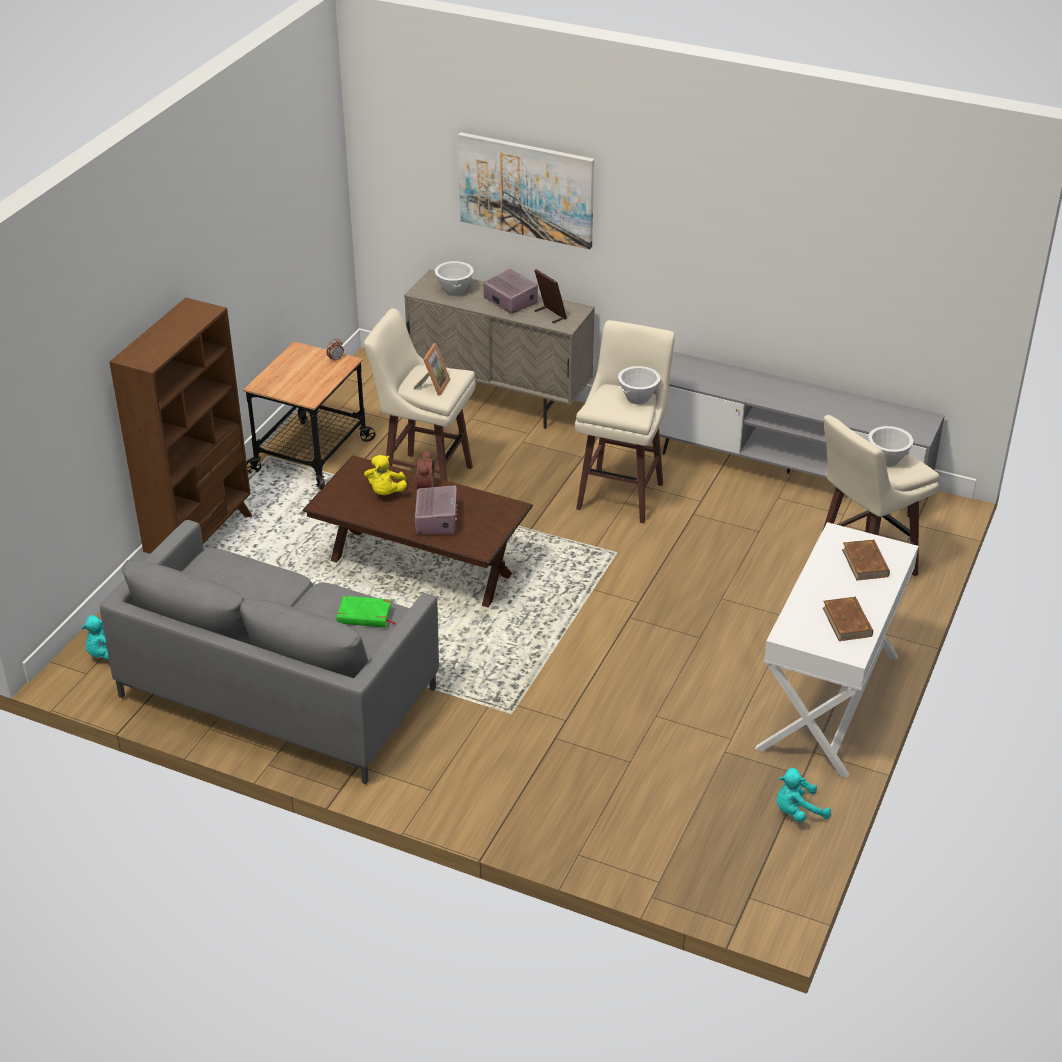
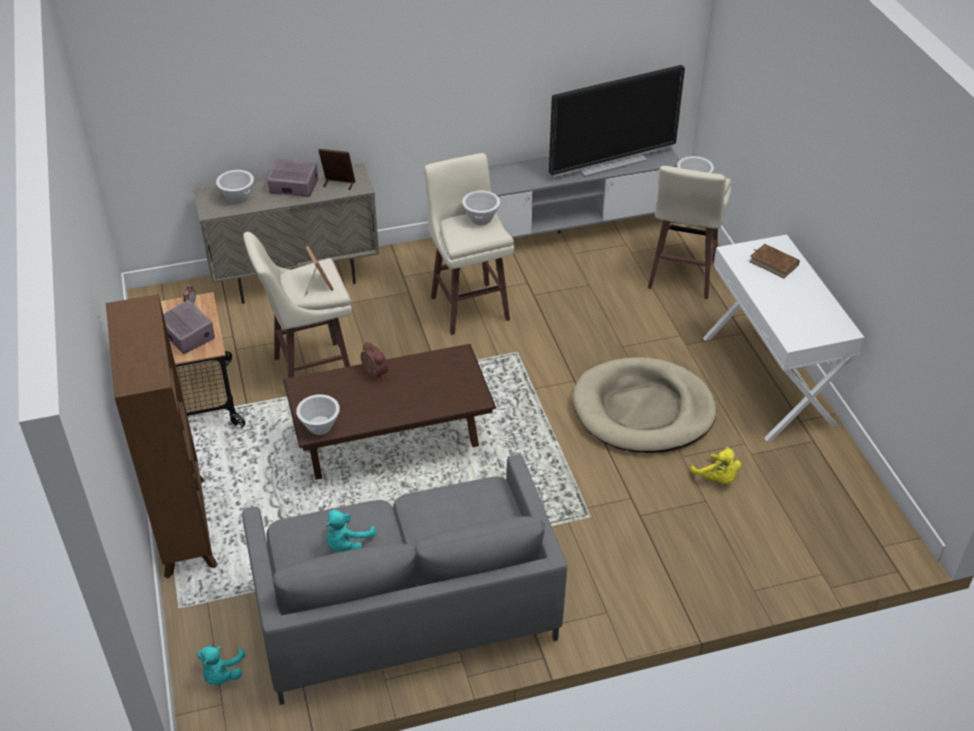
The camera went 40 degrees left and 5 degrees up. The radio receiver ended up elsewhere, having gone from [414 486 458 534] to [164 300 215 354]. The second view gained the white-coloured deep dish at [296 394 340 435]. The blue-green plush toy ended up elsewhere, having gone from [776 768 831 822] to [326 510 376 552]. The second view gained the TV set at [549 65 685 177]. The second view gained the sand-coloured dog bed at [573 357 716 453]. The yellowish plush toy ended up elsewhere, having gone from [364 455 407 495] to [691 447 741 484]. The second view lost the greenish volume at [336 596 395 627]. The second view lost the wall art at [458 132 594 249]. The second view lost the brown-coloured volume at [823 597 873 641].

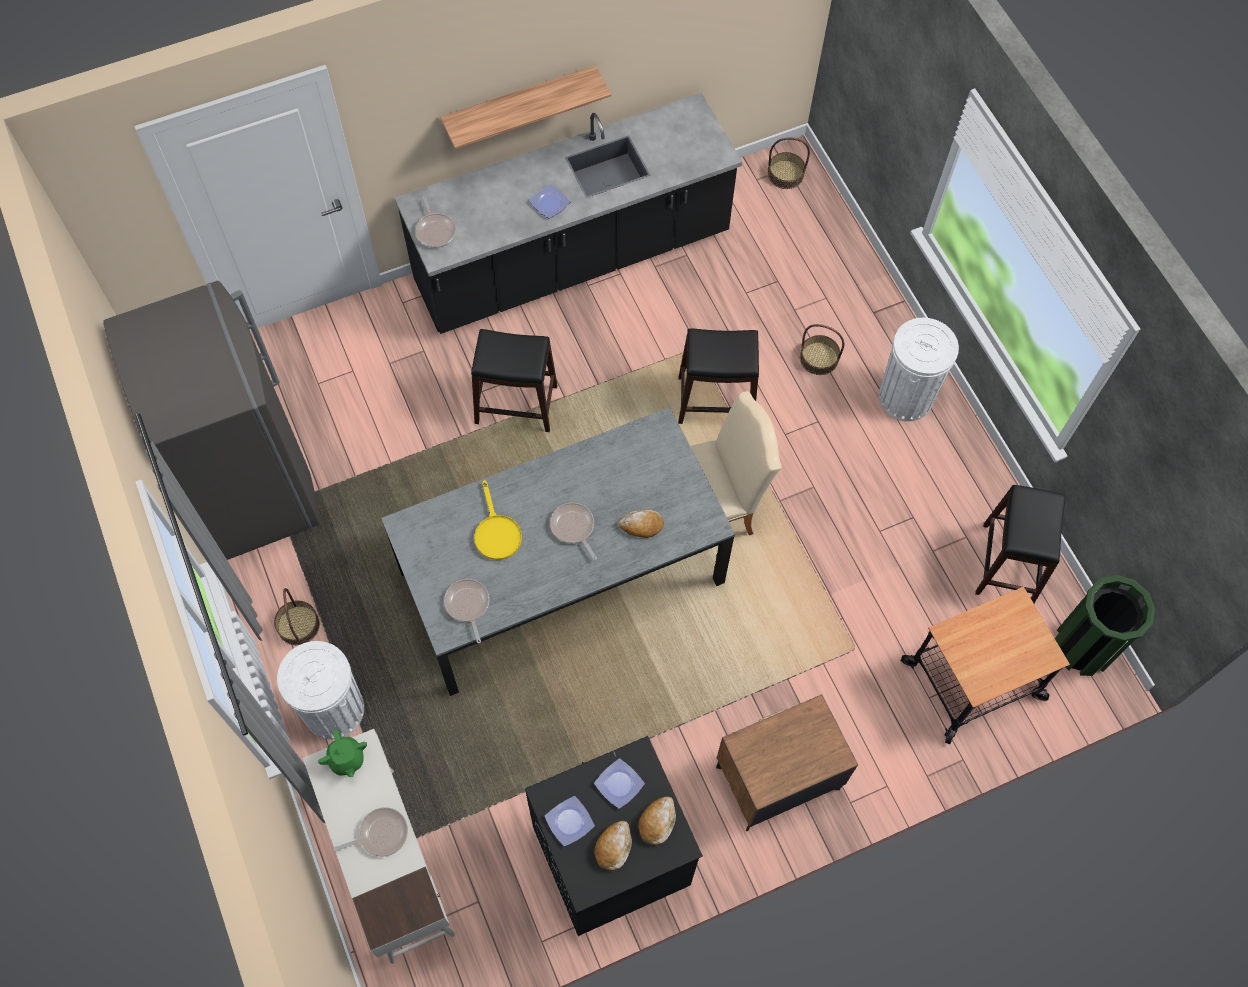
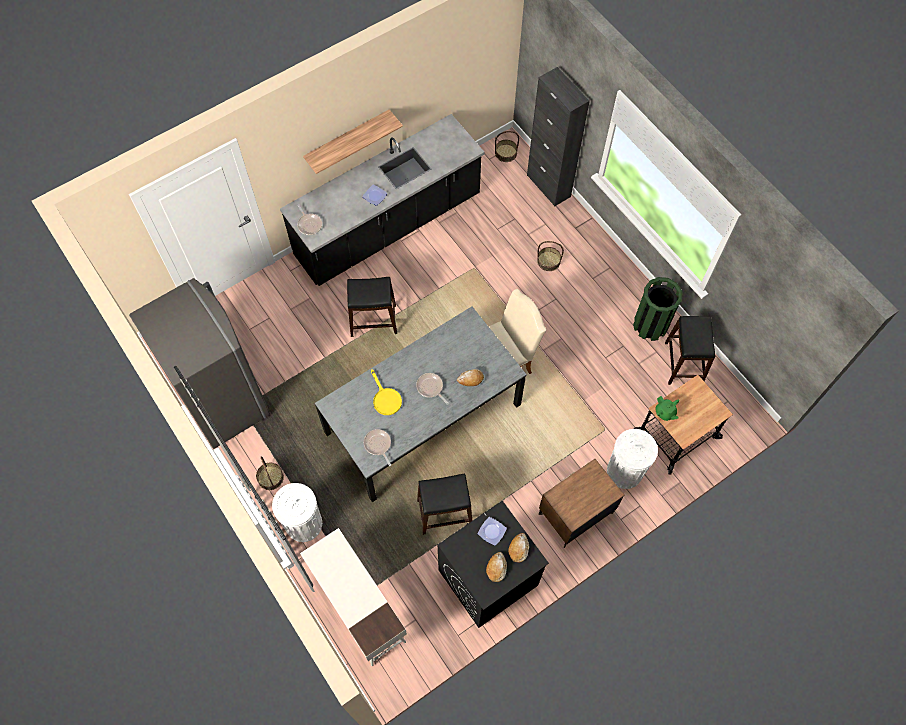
The camera went 10 degrees left and 0 degrees up. The blackish stool seat ended up elsewhere, having gone from [678 329 759 424] to [417 473 472 535]. The second view gained the blackish cabinet at [527 67 590 207]. The white-coloured waste bin ended up elsewhere, having gone from [879 318 959 421] to [607 429 658 489]. The greenish waste bin ended up elsewhere, having gone from [1055 575 1155 676] to [633 277 682 341]. The greenish tea pot ended up elsewhere, having gone from [318 730 367 777] to [655 396 679 421]. The second view lost the pan at [333 807 408 857]. The second view lost the dinner plate at [545 796 595 846].

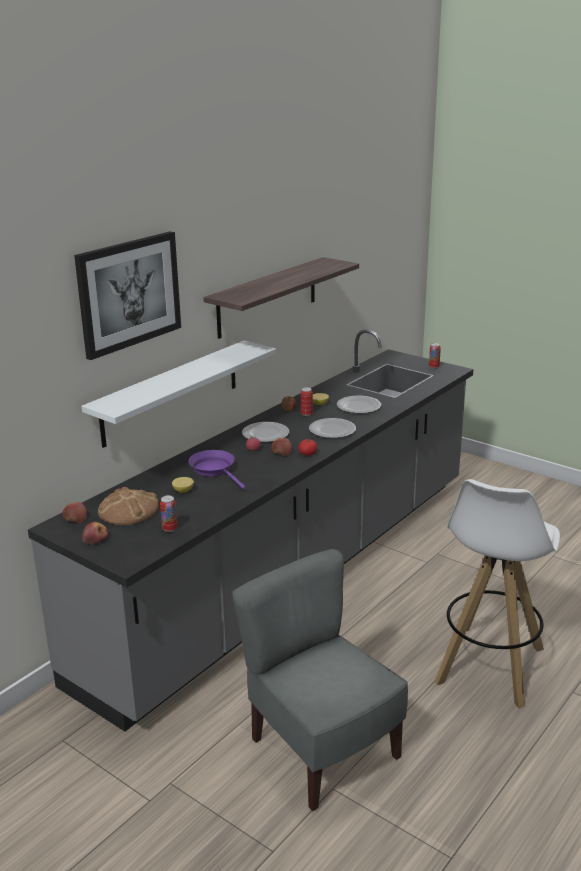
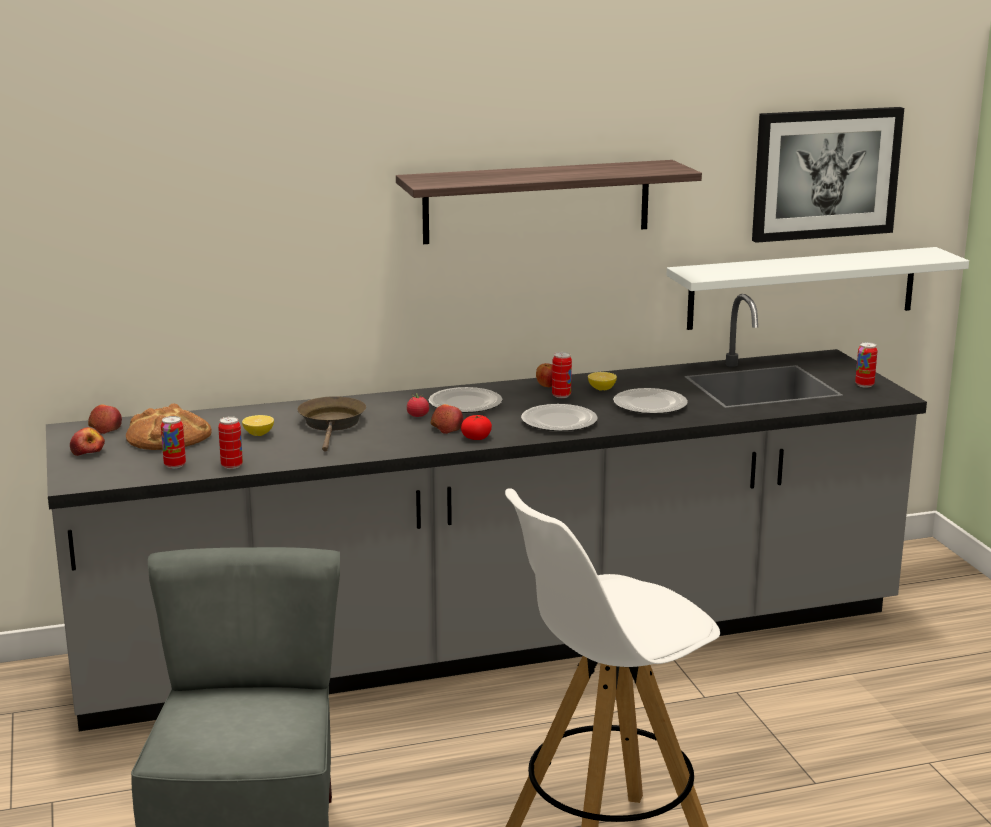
The camera went 35 degrees right and 5 degrees down. The second view gained the sealed can at [218 416 243 469]. What was the purple pan at [189 450 246 489] turned into the brown-coloured pan at [297 396 366 452]. The white-coloured shelf ended up elsewhere, having gone from [81 340 276 448] to [666 247 969 330]. The wall art ended up elsewhere, having gone from [74 231 181 360] to [752 107 904 243].

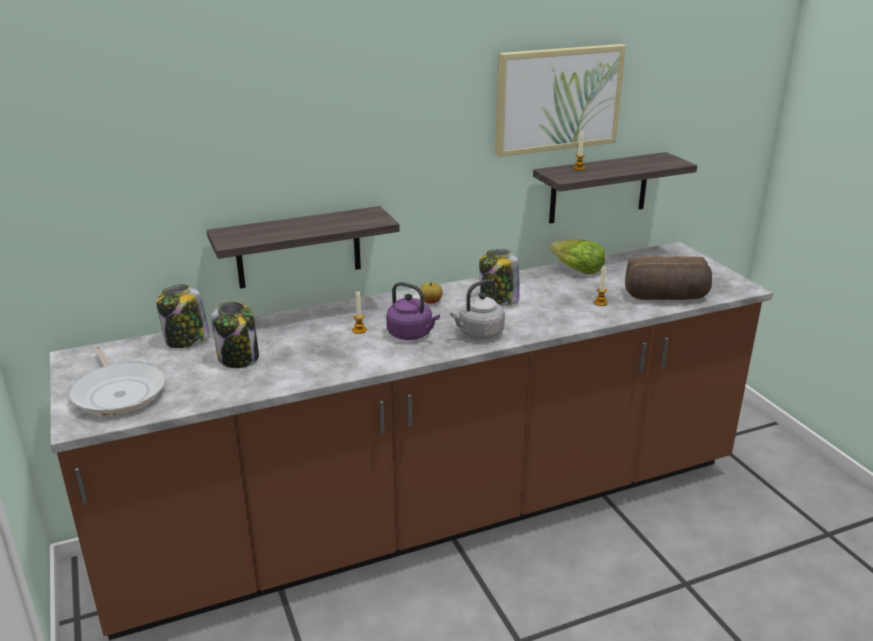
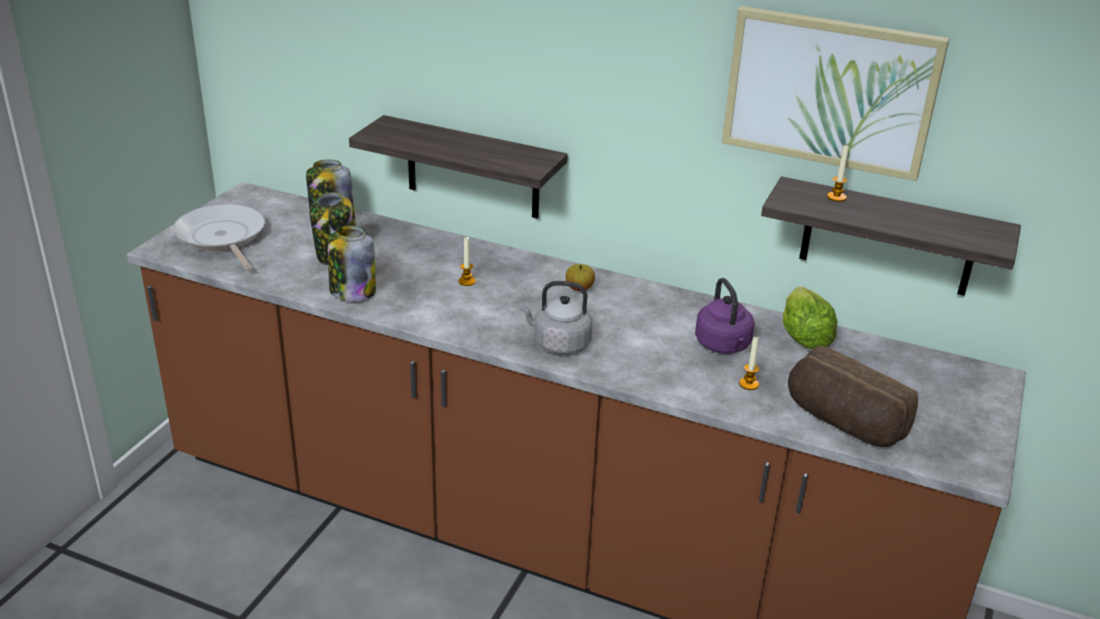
The camera went 45 degrees right and 5 degrees up. The pan at [69 346 166 415] ended up facing another way, 135 degrees clockwise from before. The preserve jar ended up elsewhere, having gone from [479 249 520 306] to [327 225 376 301]. The purple tea kettle ended up elsewhere, having gone from [386 282 440 340] to [695 278 755 354].

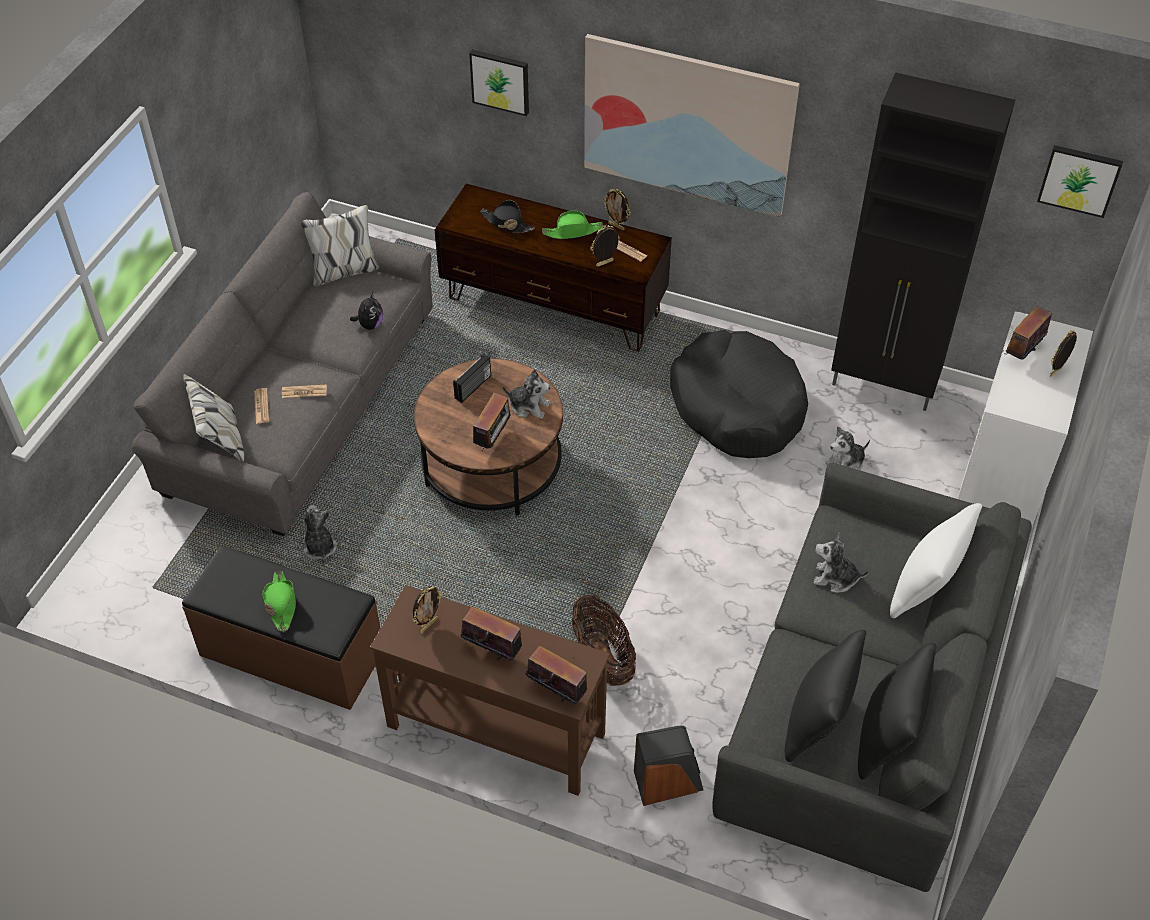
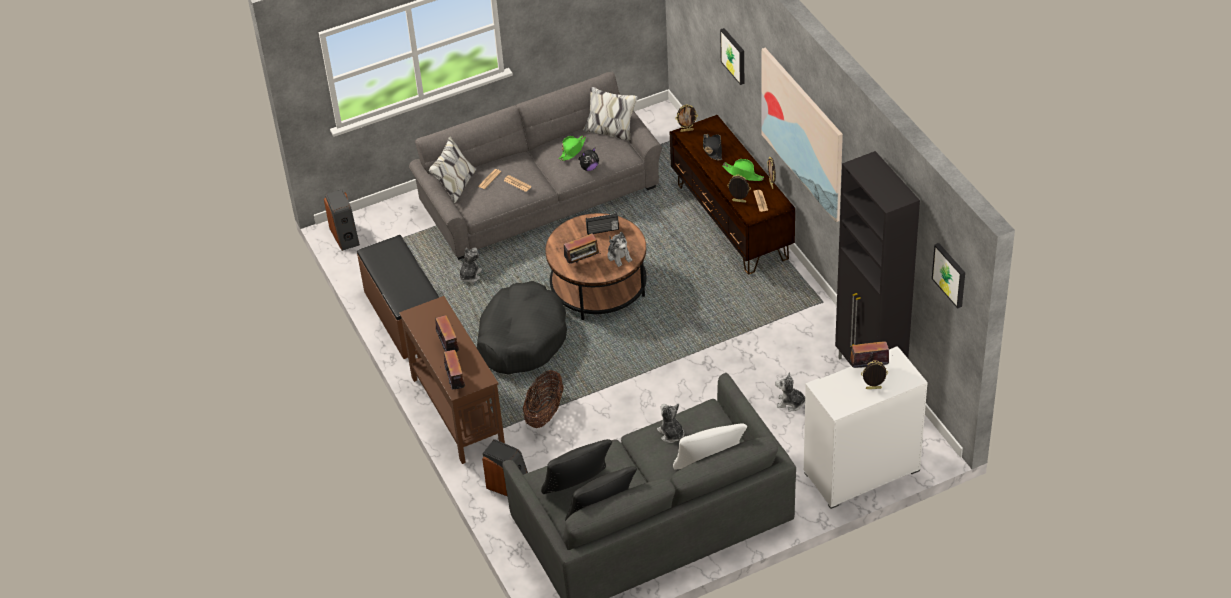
The camera went 45 degrees right and 5 degrees down. The second view gained the speaker at [324 189 360 251]. The blackish dog bed ended up elsewhere, having gone from [670 330 808 458] to [477 281 567 374]. The greenish hat ended up elsewhere, having gone from [262 571 296 631] to [559 135 586 161]. The standing frame ended up elsewhere, having gone from [412 586 442 633] to [676 104 698 132].

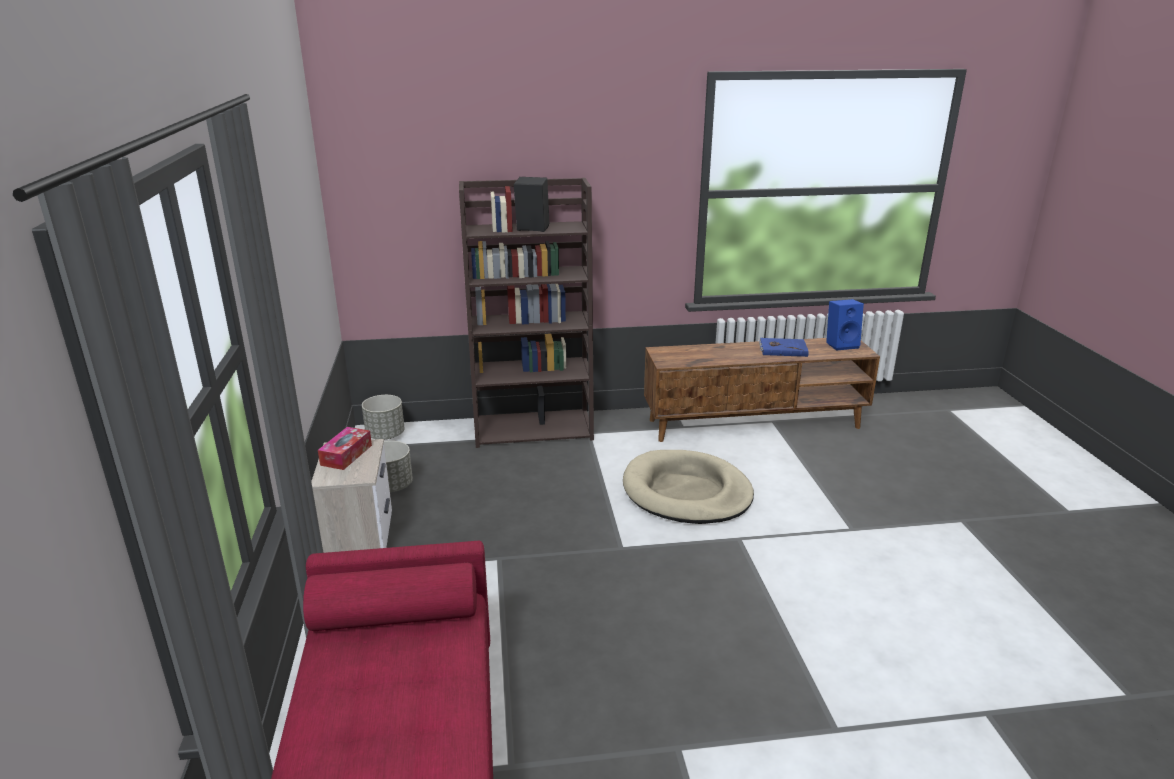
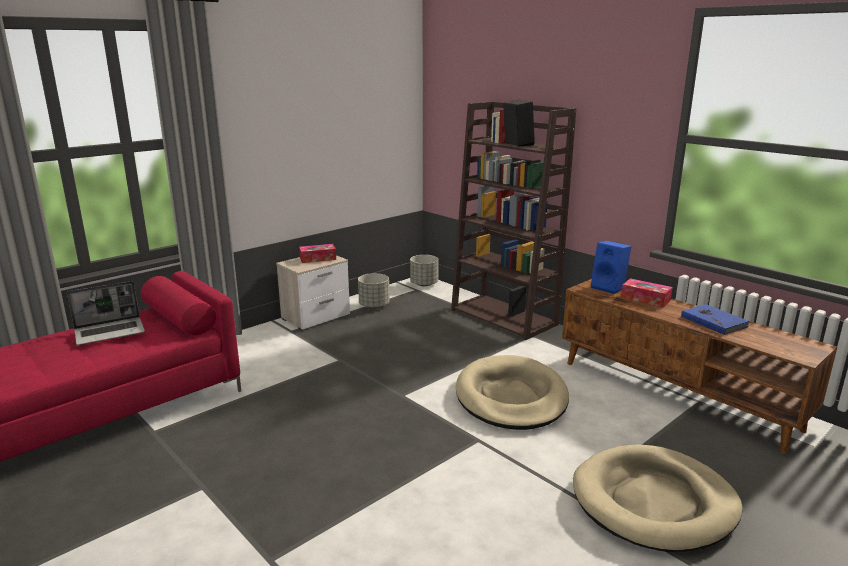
The camera went 55 degrees right and 5 degrees down. The second view gained the notebook computer at [67 281 145 345]. The second view gained the sand-coloured dog bed at [573 444 743 552]. The blue speaker ended up elsewhere, having gone from [826 299 864 351] to [591 241 632 294]. The second view gained the tissue holder at [621 278 672 308].

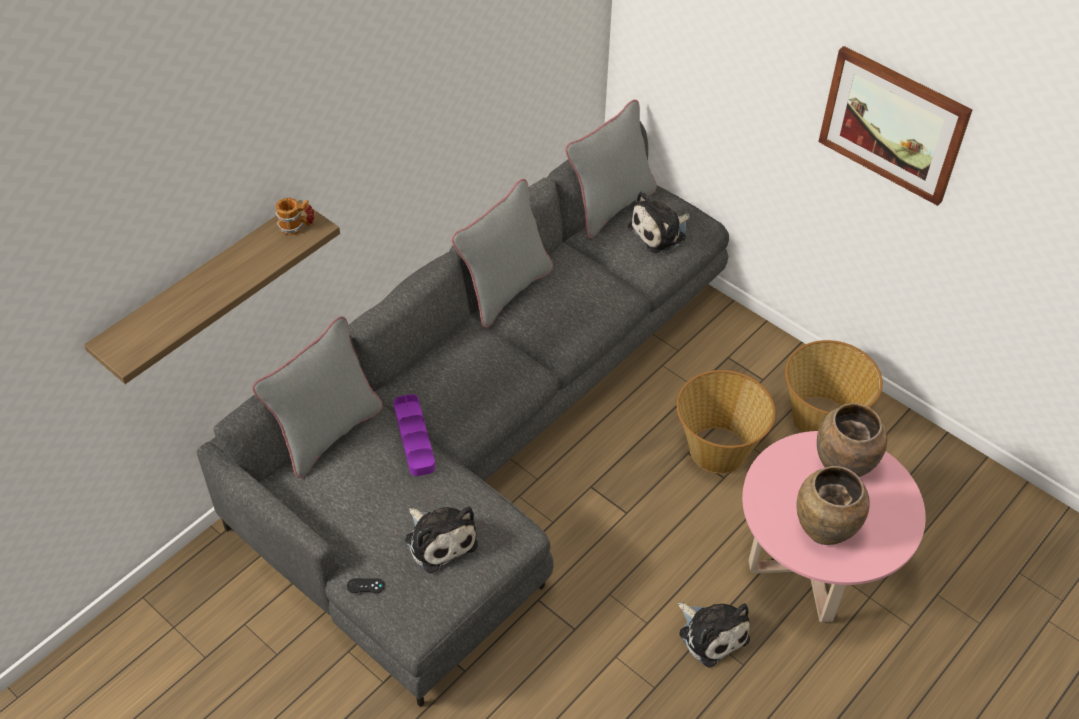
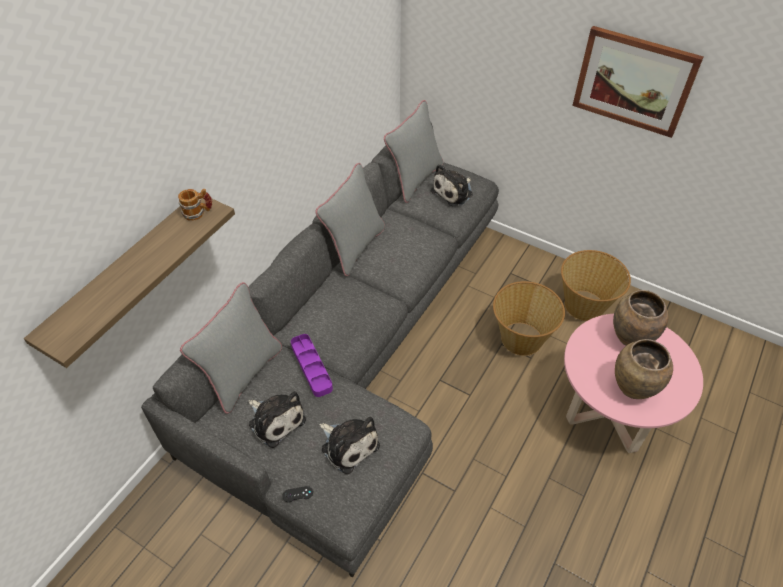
The camera went 10 degrees left and 0 degrees up. The plush toy ended up elsewhere, having gone from [678 602 750 668] to [248 391 306 448].

